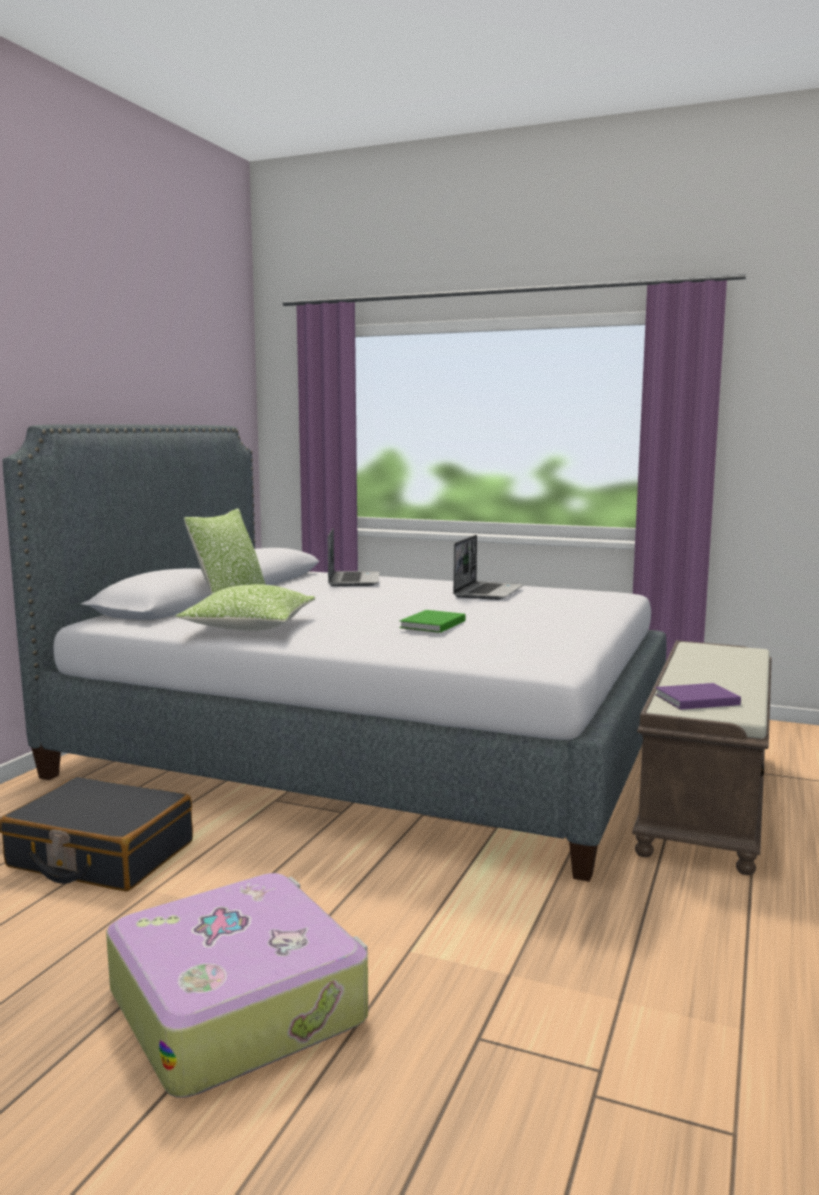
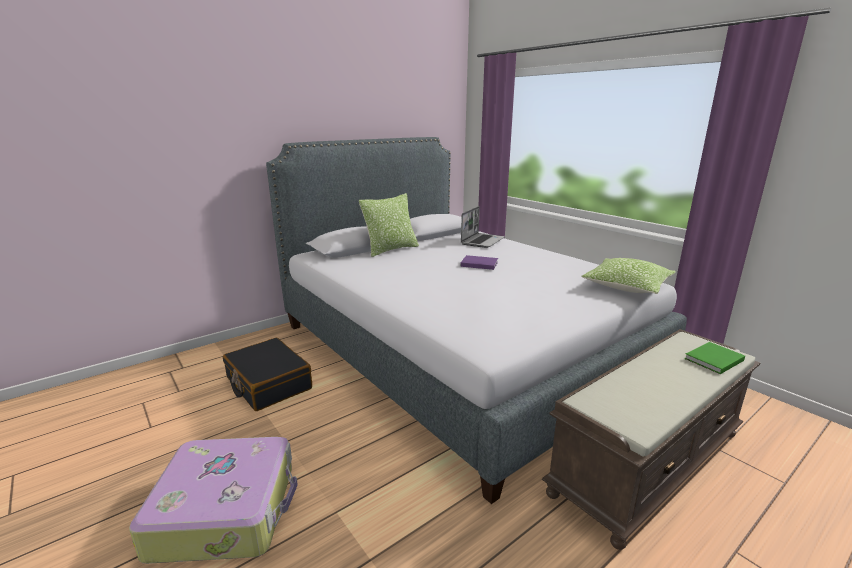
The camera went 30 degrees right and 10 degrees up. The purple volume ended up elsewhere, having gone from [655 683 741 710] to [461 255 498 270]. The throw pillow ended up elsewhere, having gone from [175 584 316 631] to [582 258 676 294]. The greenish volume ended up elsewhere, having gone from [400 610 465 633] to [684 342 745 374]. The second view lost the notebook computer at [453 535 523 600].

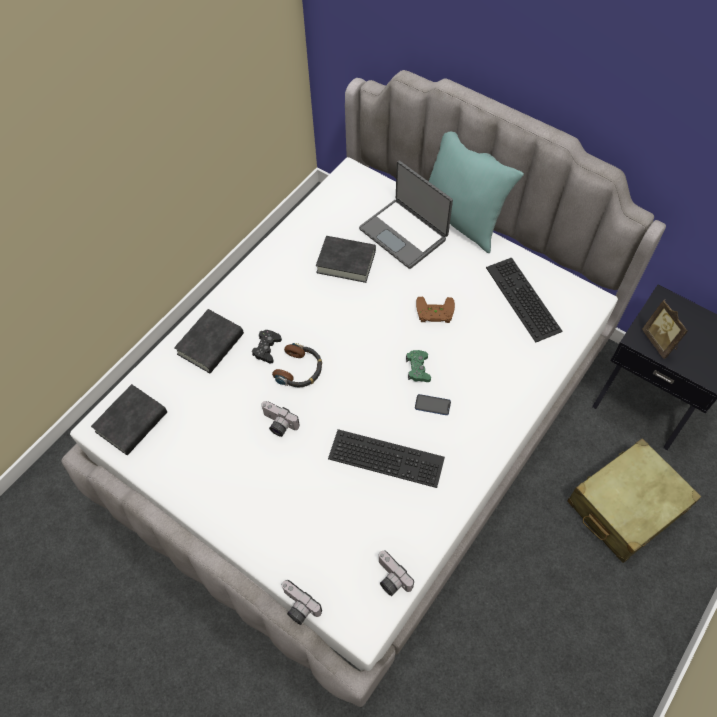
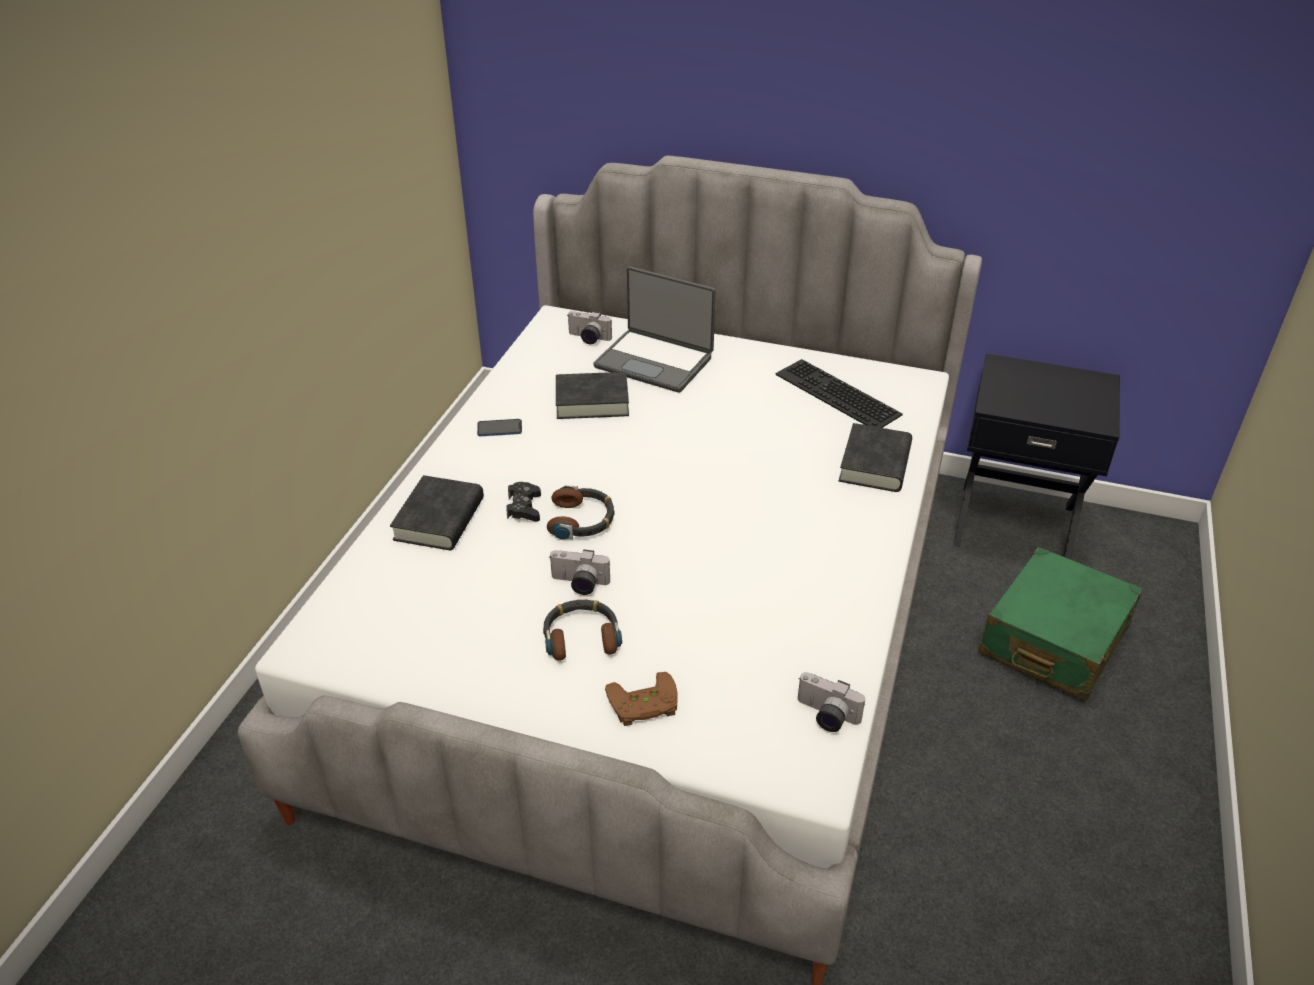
The camera went 20 degrees left and 20 degrees down. The phone ended up elsewhere, having gone from [415 394 451 415] to [477 419 522 436]. The second view gained the headphones at [543 600 622 661]. The photo camera ended up elsewhere, having gone from [282 580 322 625] to [568 311 612 344]. The brown-coloured game controller ended up elsewhere, having gone from [416 297 455 323] to [605 672 678 726]. The blackish volume ended up elsewhere, having gone from [91 384 167 455] to [839 423 912 492]. What was the sand-coloured travel case at [568 438 702 563] turned into the greenish travel case at [979 547 1143 701]. The second view lost the computer keyboard at [328 429 445 488]. The second view lost the greenish game controller at [406 350 431 382]. The second view lost the blue-green throw pillow at [429 132 524 253]. The second view lost the standing frame at [642 300 689 359].

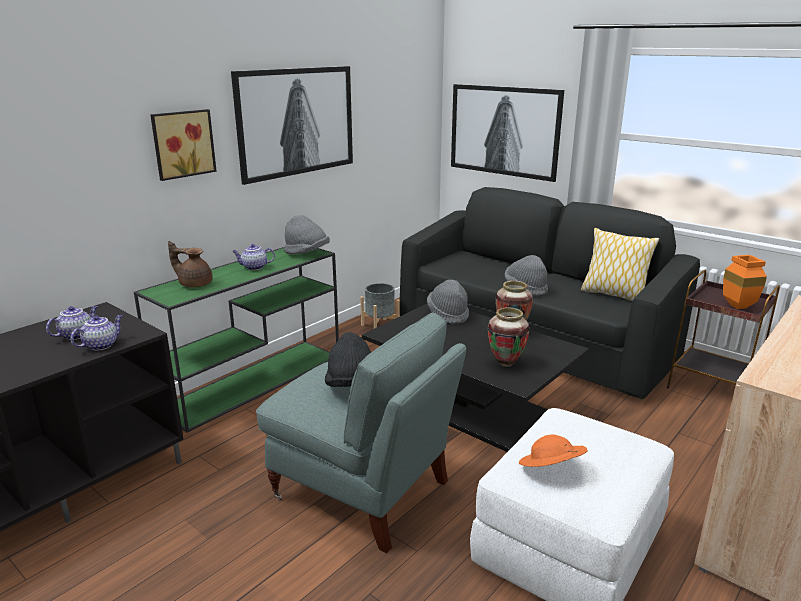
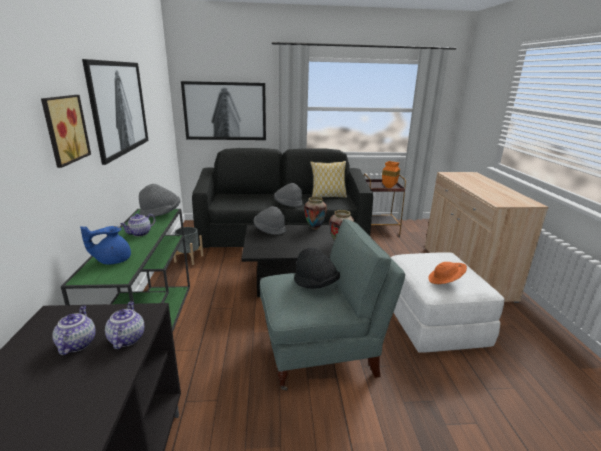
The camera went 45 degrees left and 0 degrees up. What was the brown-coloured tea pot at [168 241 213 288] turned into the blue tea pot at [80 226 131 264].

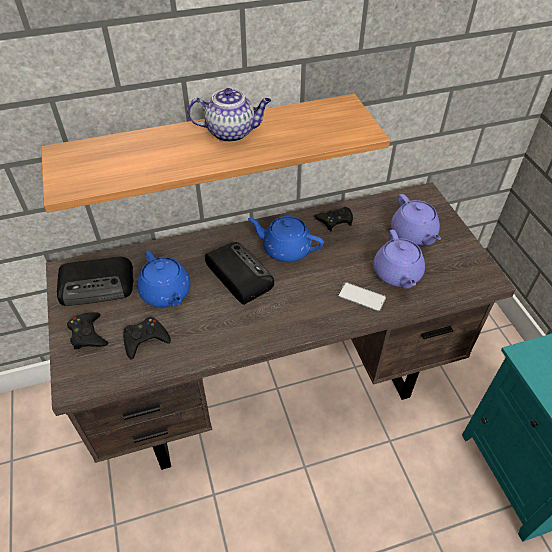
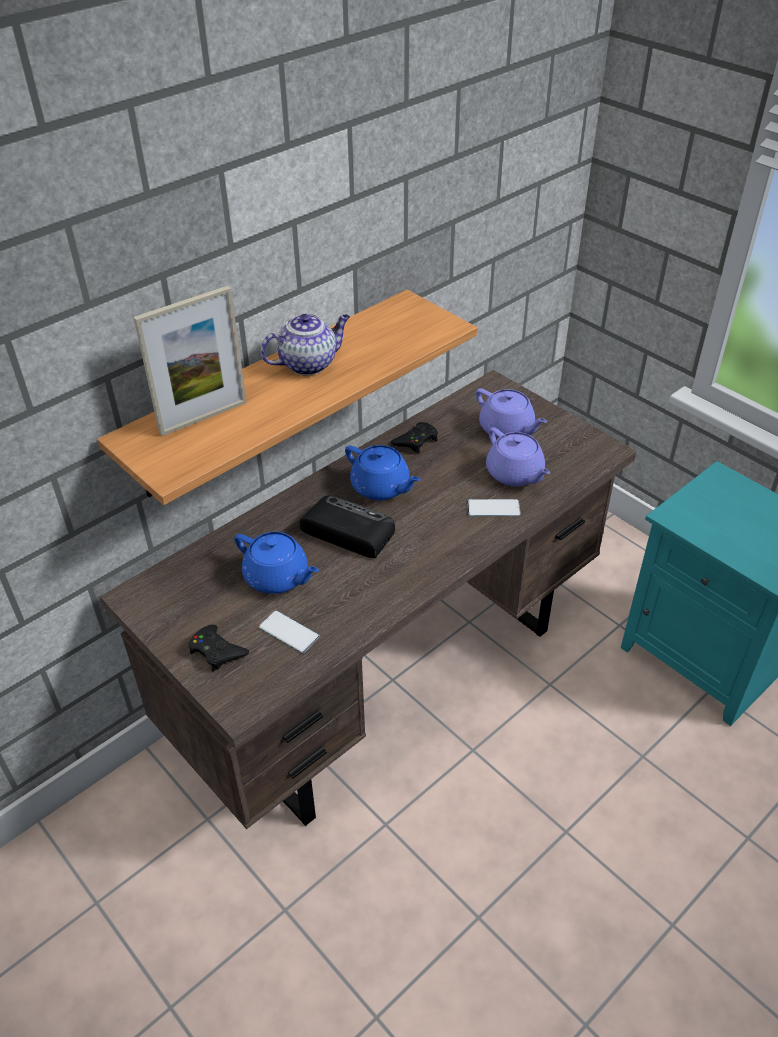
The camera went 25 degrees left and 5 degrees down. The second view gained the standing frame at [133 286 247 436]. Where the blackish game controller stood at [123 317 171 360], the phone came to stand at [259 610 320 653]. The blue tea pot at [248 216 324 262] ended up facing another way, 135 degrees counterclockwise from before. The second view lost the radio receiver at [57 257 134 306].

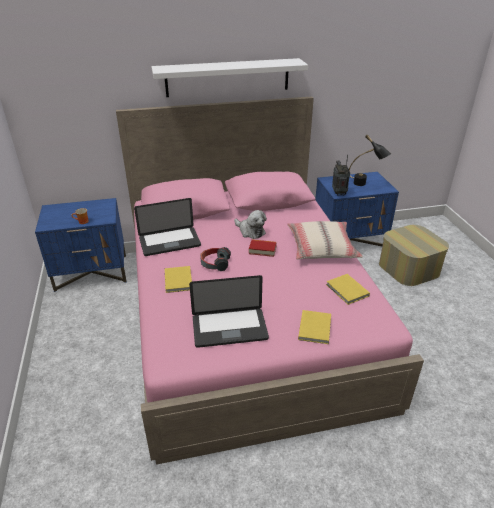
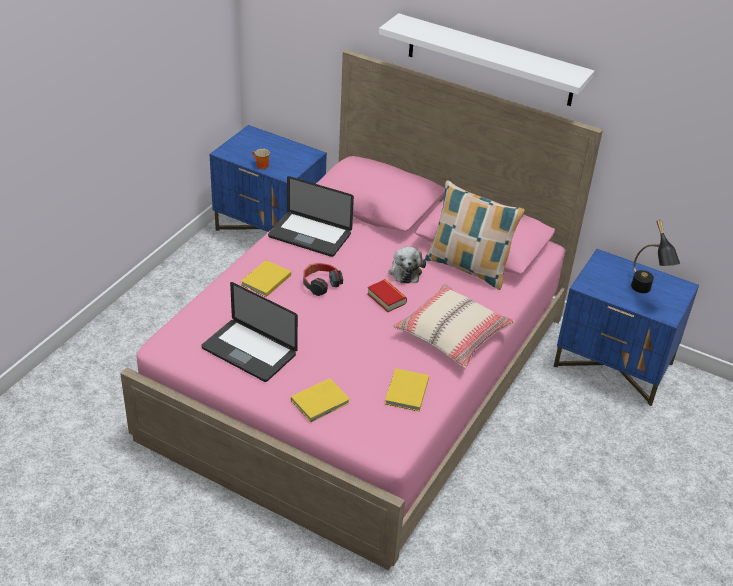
The camera went 40 degrees right and 5 degrees up. The second view gained the throw pillow at [425 180 525 290]. The second view lost the radio receiver at [332 155 350 196]. The second view lost the footrest at [379 225 449 286].

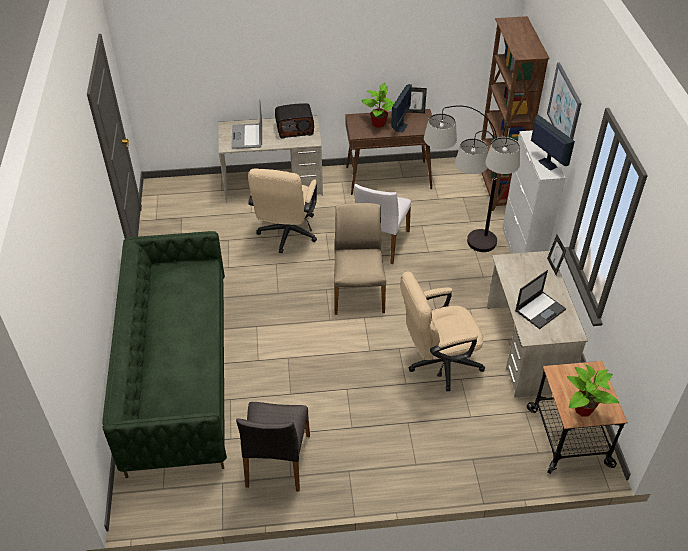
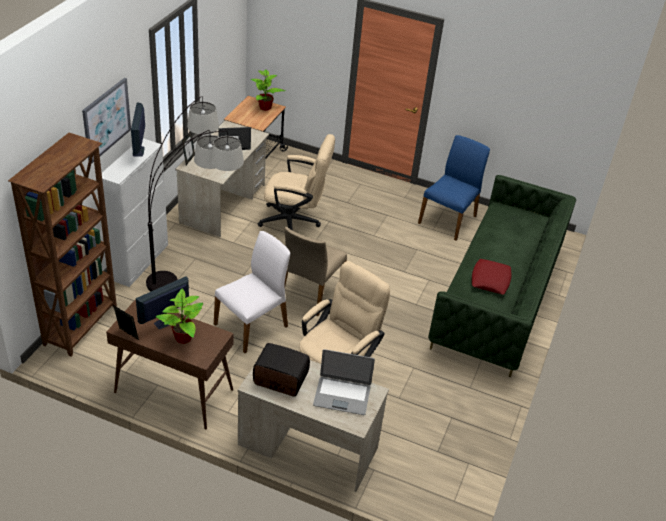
The camera went 155 degrees left and 5 degrees down. The notebook computer at [231 99 262 149] ended up facing another way, 75 degrees clockwise from before. What was the grey upright chair at [236 402 310 491] turned into the blue upright chair at [418 135 490 241]. The second view gained the red throw pillow at [472 259 512 294].

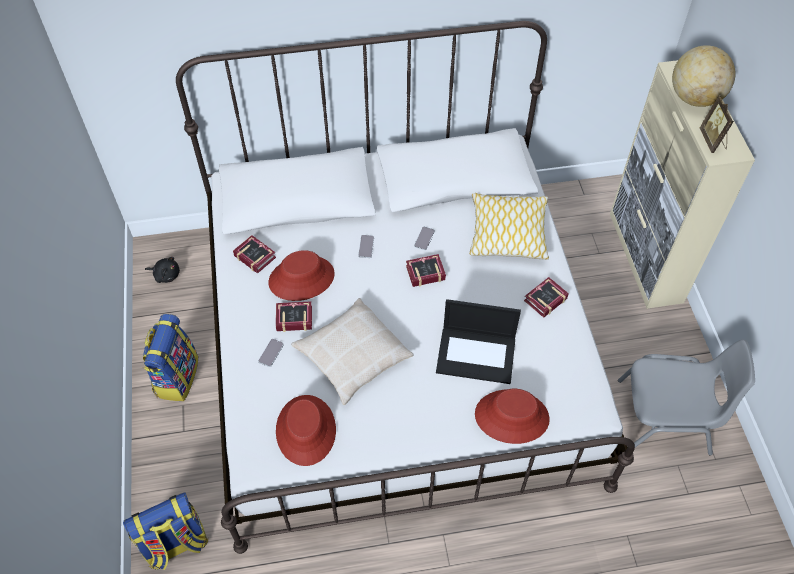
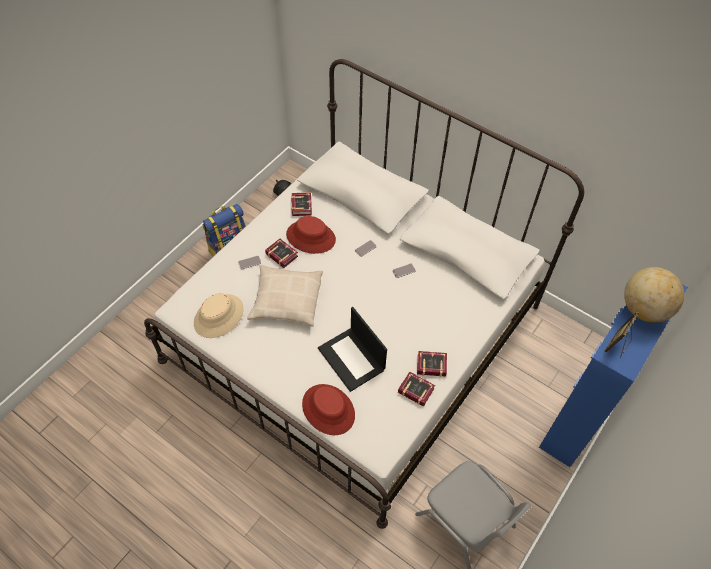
The camera went 45 degrees right and 0 degrees up. What was the red hat at [276 395 336 466] turned into the sand-coloured hat at [194 293 244 338]. The volume ended up elsewhere, having gone from [406 254 446 287] to [398 371 435 407]. What was the sand-coloured cabinet at [610 60 755 309] turned into the blue cabinet at [539 267 688 467]. The second view lost the backpack at [123 492 208 570]. The second view lost the throw pillow at [469 193 549 260].

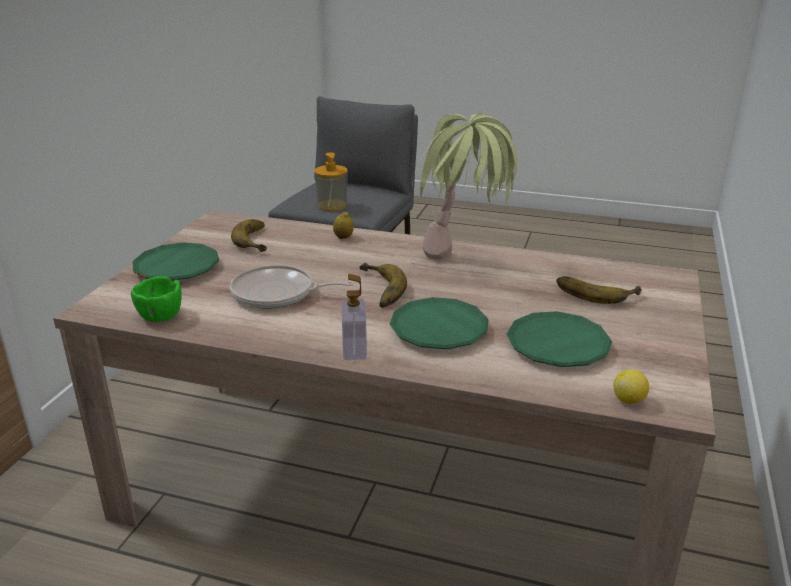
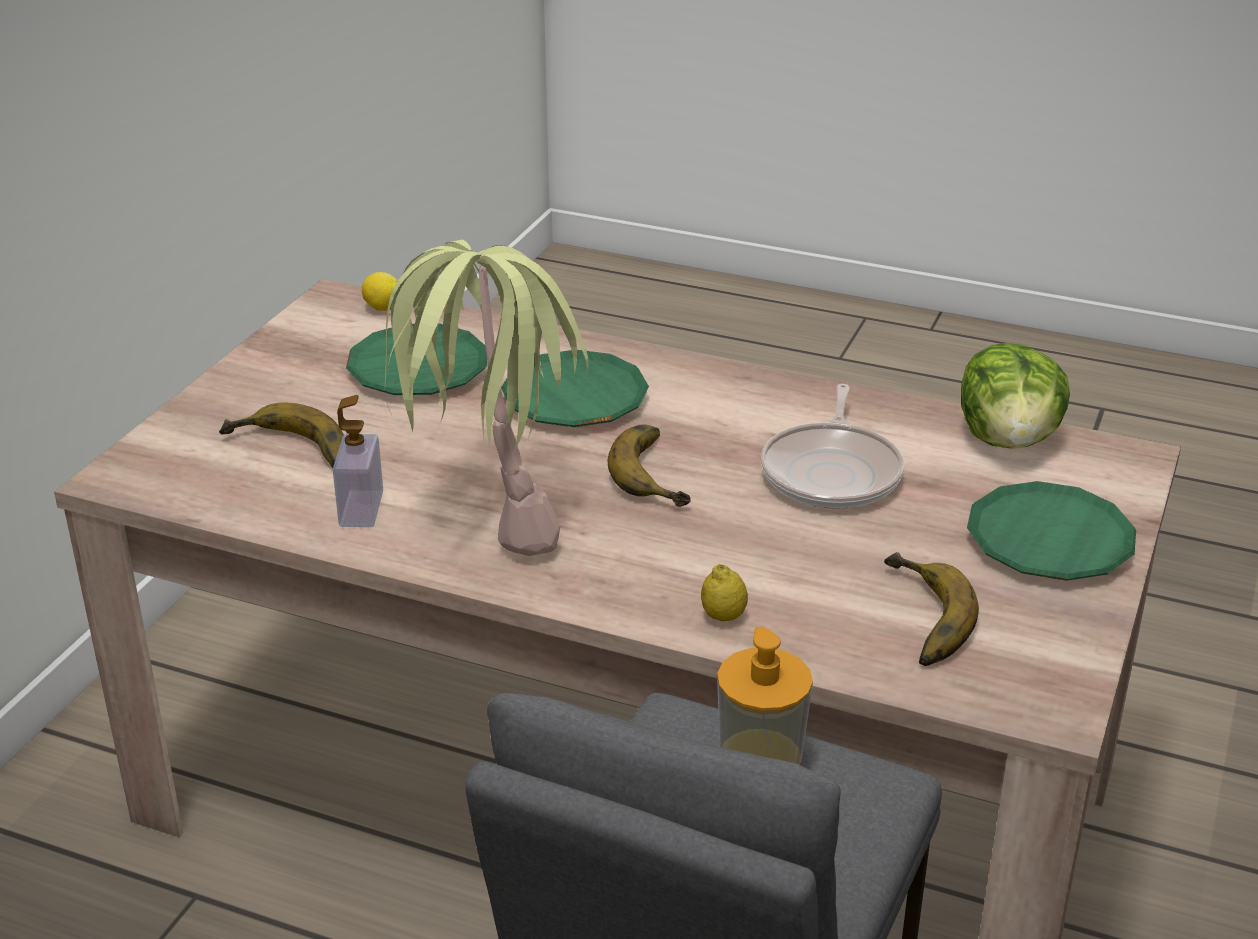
The camera went 175 degrees left and 5 degrees up. The soap bottle ended up elsewhere, having gone from [342 274 367 360] to [333 395 383 527]. The pan at [230 265 354 309] ended up facing another way, 90 degrees clockwise from before. Where the greenish deep dish stood at [131 276 182 322], the lettuce came to stand at [961 343 1070 449].

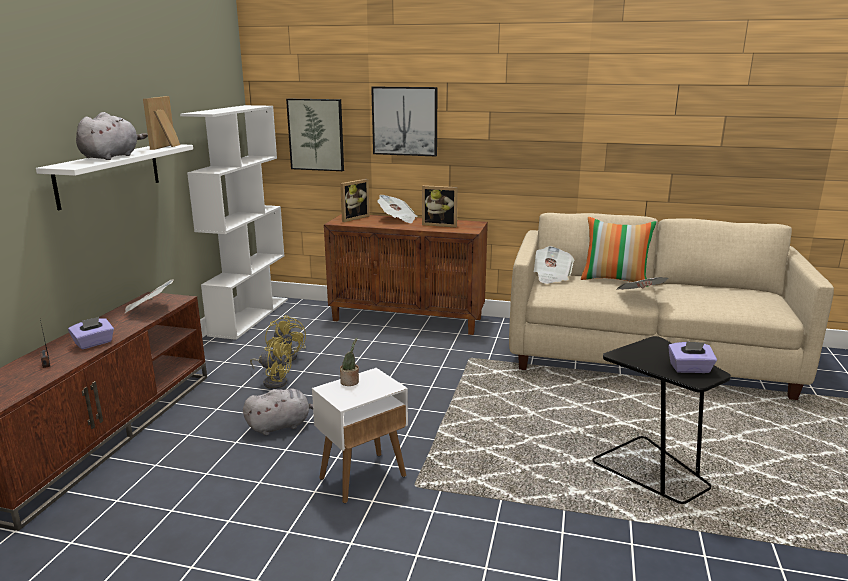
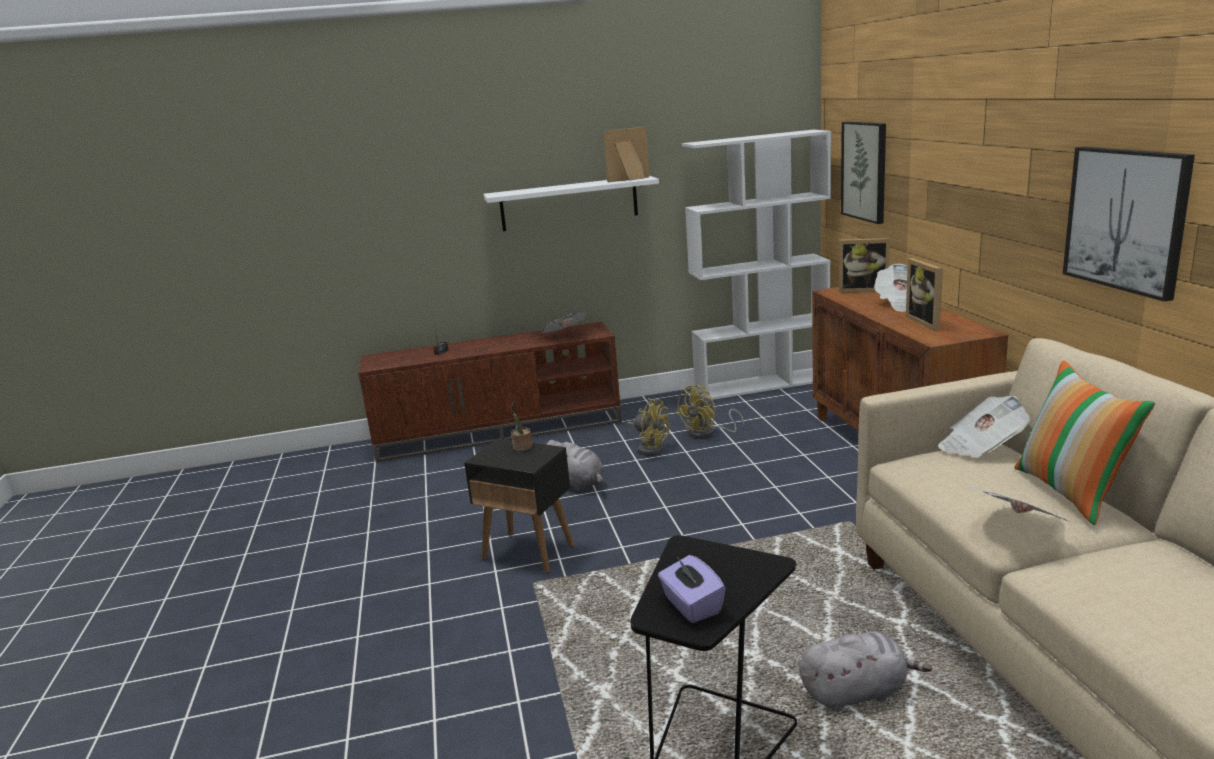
The camera went 65 degrees right and 0 degrees up. What was the white-coloured accent table at [312 368 408 503] turned into the blackish accent table at [464 438 574 573]. The yellowish cooling fan at [250 337 292 389] ended up facing another way, 45 degrees counterclockwise from before. The grey plush toy ended up elsewhere, having gone from [76 112 148 160] to [799 632 932 711]. The wall art ended up elsewhere, having gone from [371 87 438 156] to [1063 147 1195 302]. The second view lost the purple tissue holder at [68 317 114 349].

